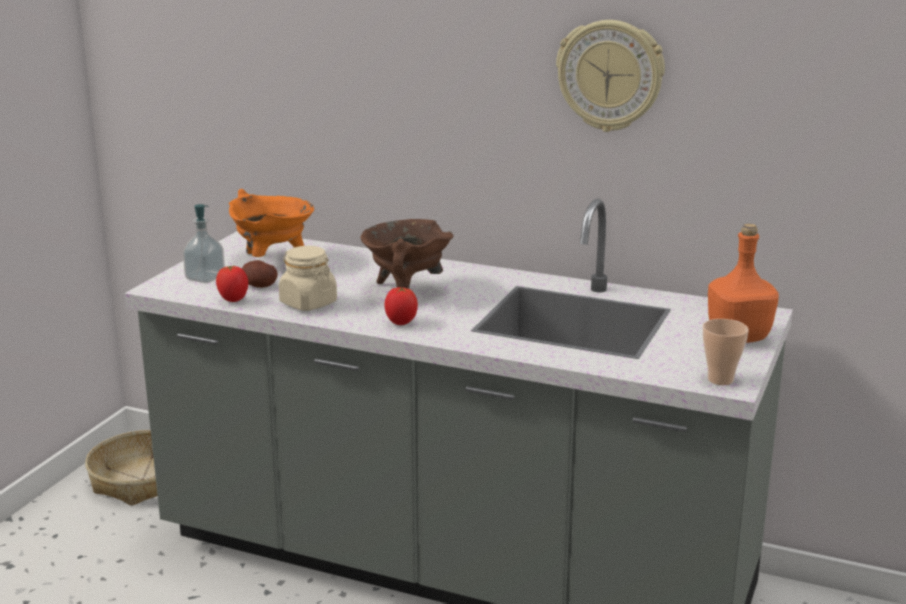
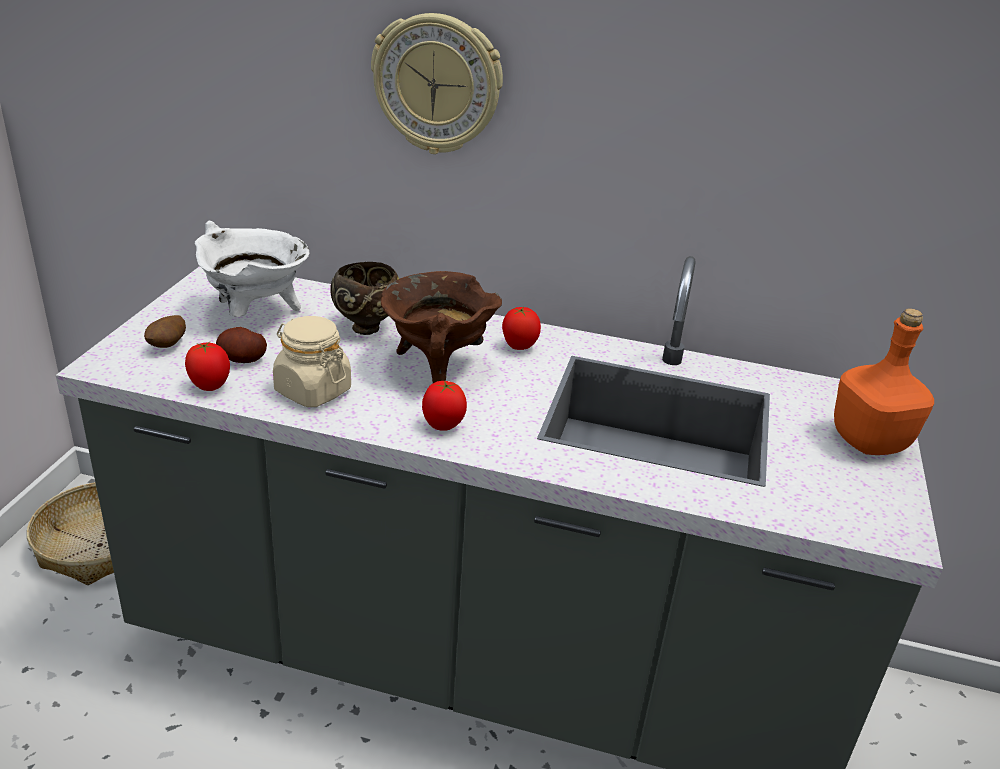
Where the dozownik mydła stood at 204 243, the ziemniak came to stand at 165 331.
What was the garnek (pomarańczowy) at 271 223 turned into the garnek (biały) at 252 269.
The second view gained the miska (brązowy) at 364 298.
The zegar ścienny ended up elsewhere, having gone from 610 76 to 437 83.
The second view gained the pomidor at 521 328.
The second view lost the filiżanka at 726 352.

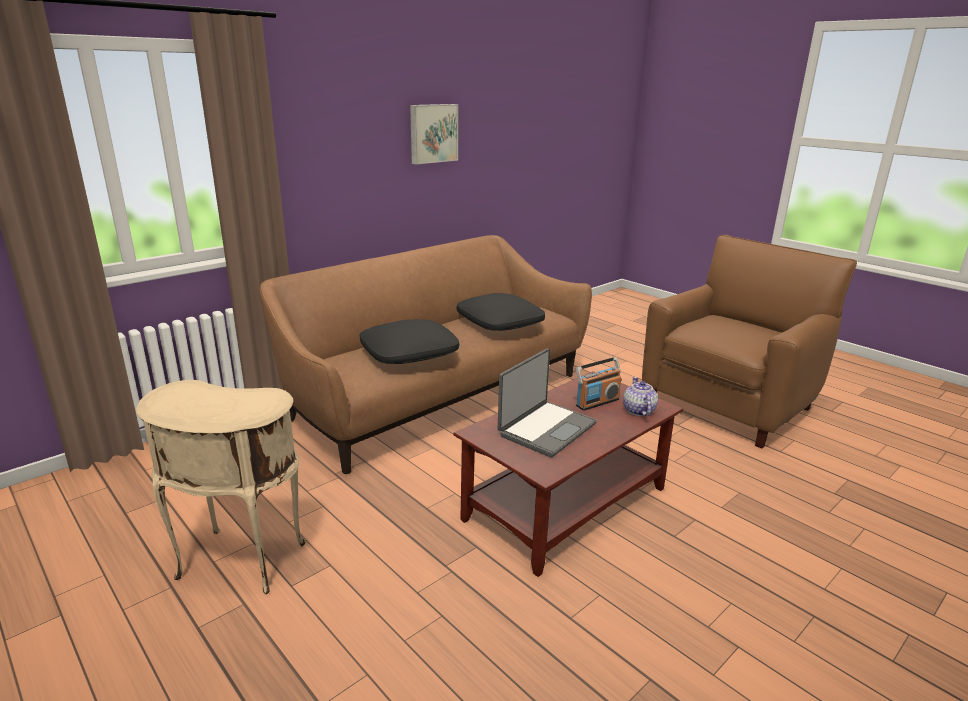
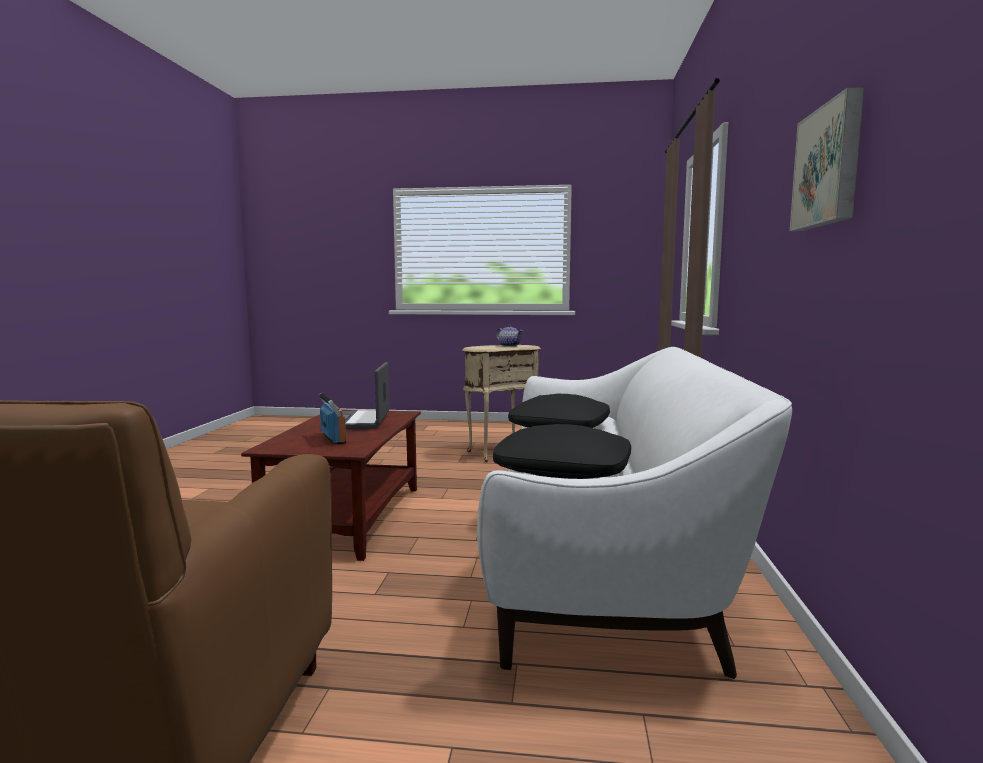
The radio at 598 384 ended up facing another way, 135 degrees clockwise from before.
What was the kanapa (brązowy) at 425 354 turned into the kanapa (biały) at 634 513.
The imbryk ended up elsewhere, having gone from 640 396 to 509 335.

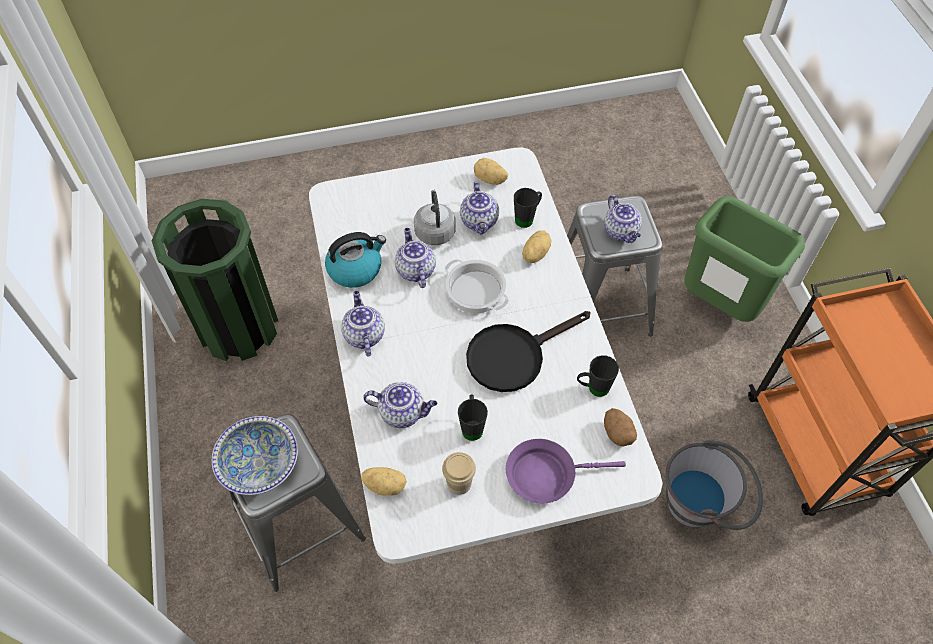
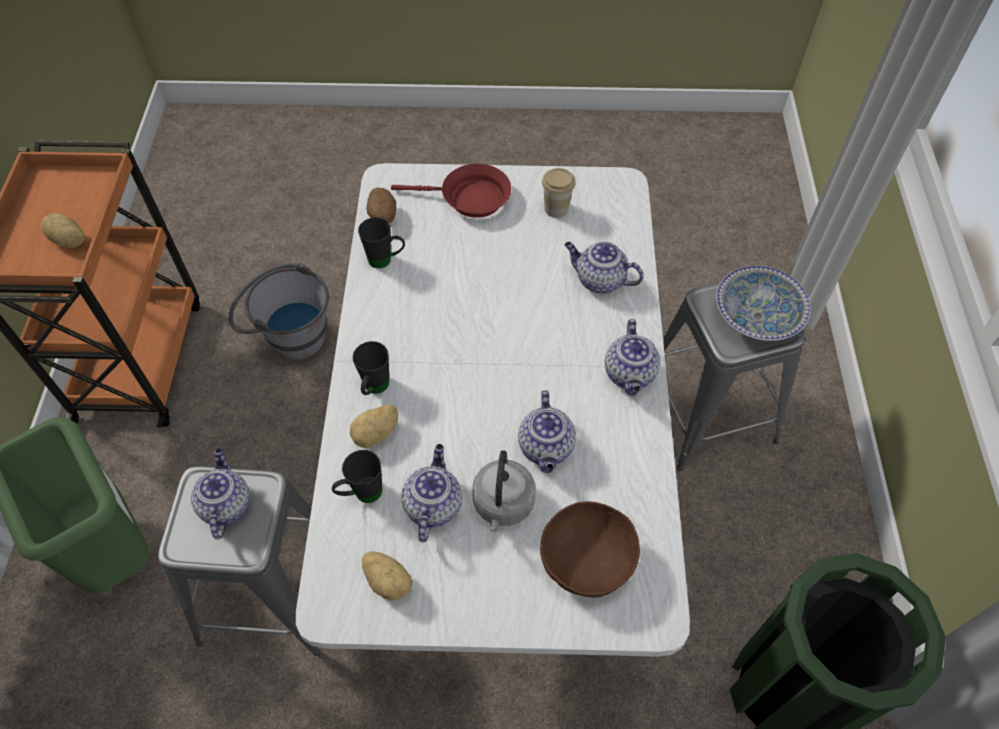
The ziemniak ended up elsewhere, having gone from 384 481 to 63 230.
The kubek (czarny) ended up elsewhere, having gone from 473 417 to 371 368.
What was the patelnia (fioletowy) at 566 471 turned into the patelnia (czerwony) at 451 191.
The second view gained the miska (brązowy) at 590 549.
The second view lost the czajnik at 355 260.
The second view lost the garnek at 477 286.
The second view lost the patelnia (czarny) at 528 351.

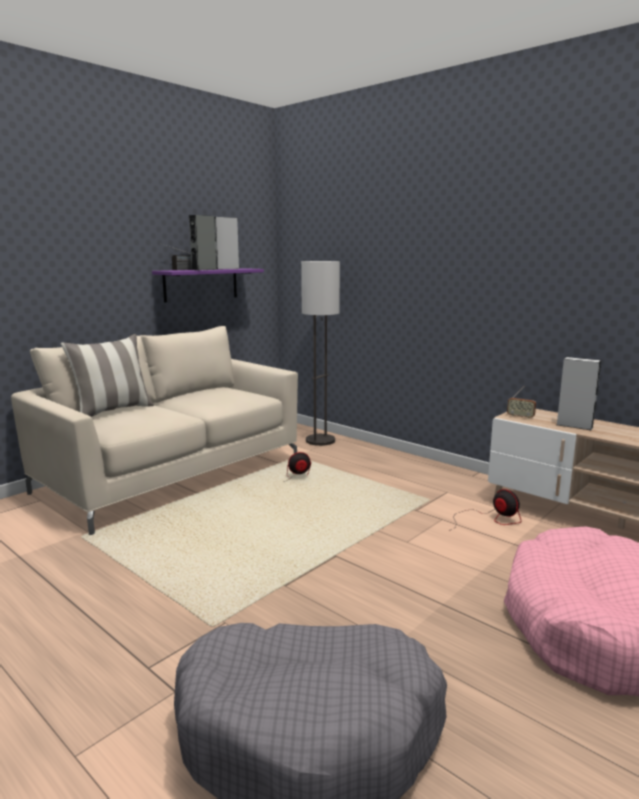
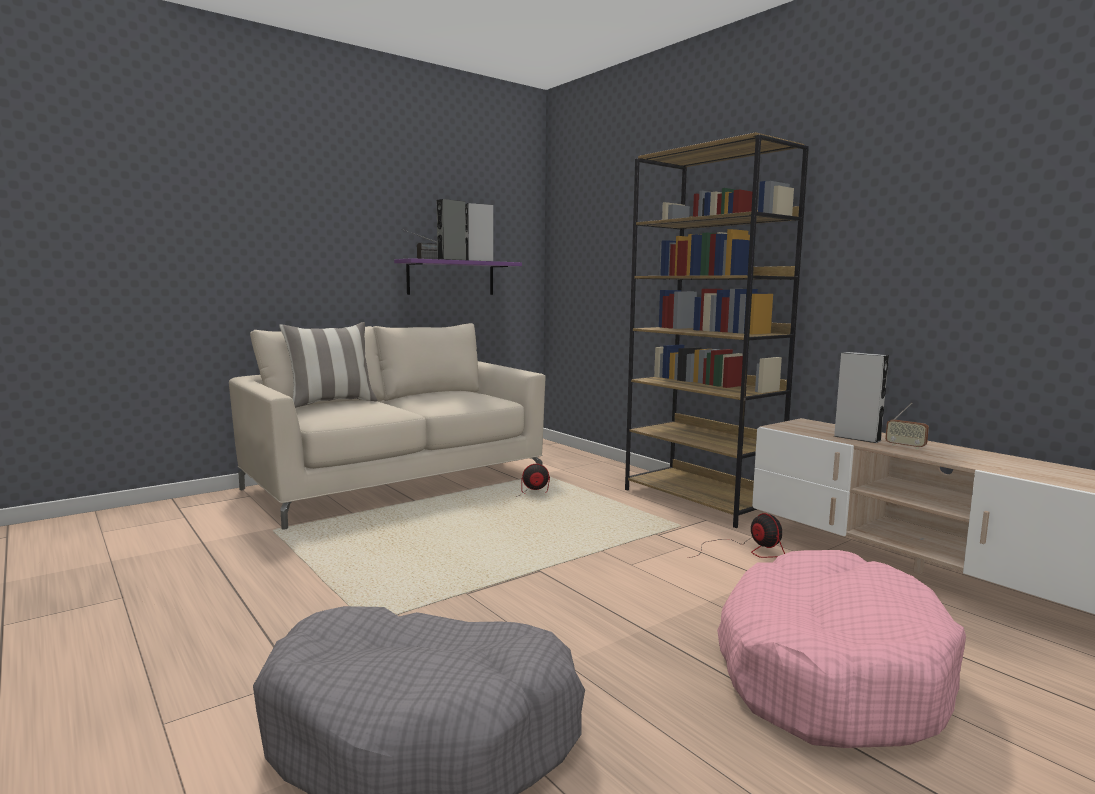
The second view gained the regał (brązowy) at 717 330.
The radio ended up elsewhere, having gone from 521 402 to 907 425.
The second view lost the lampa stojąca at 320 353.

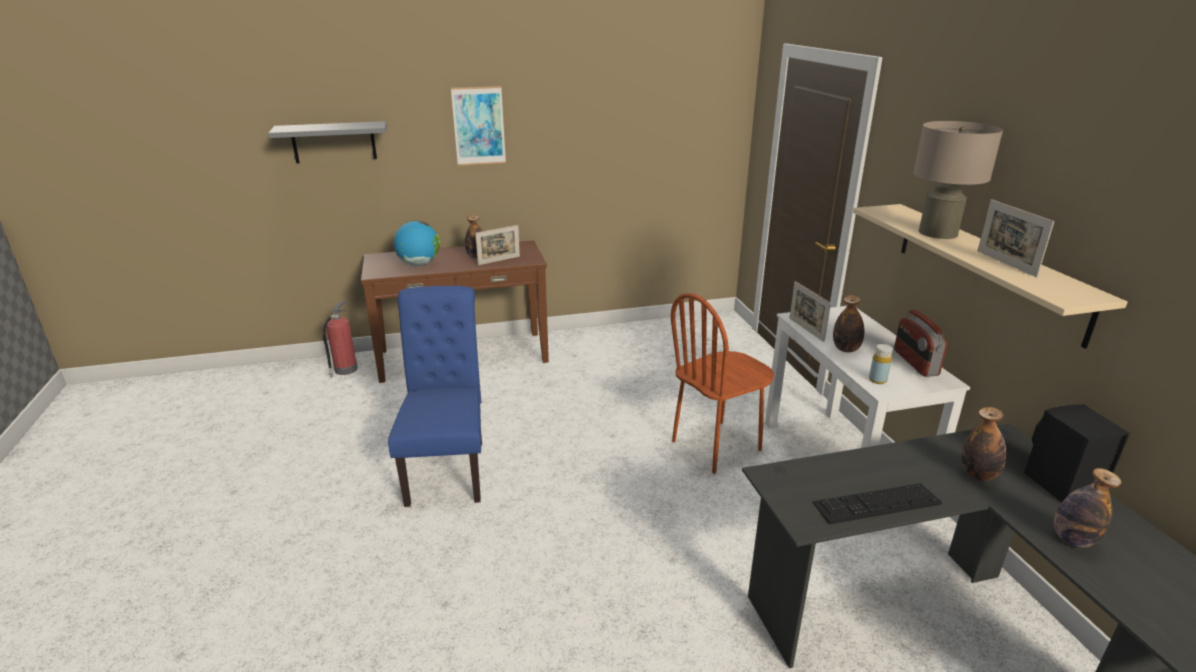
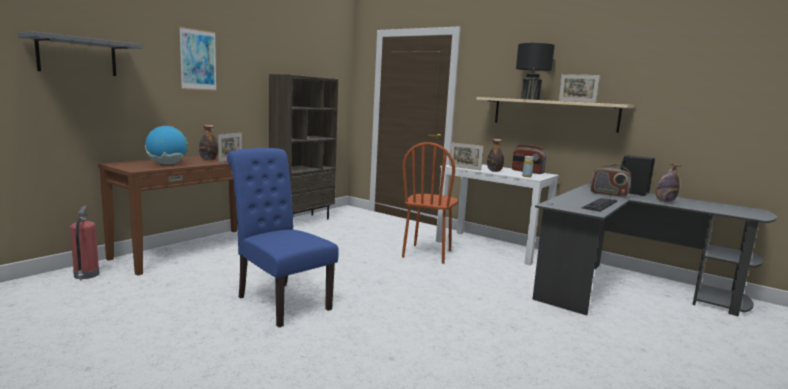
The second view gained the regał (brązowy) at 303 146.
What was the lampa stołowa (beżowy) at 958 180 turned into the lampa stołowa (czarny) at 535 71.
Where the butelka stood at 984 444, the radio came to stand at 610 180.

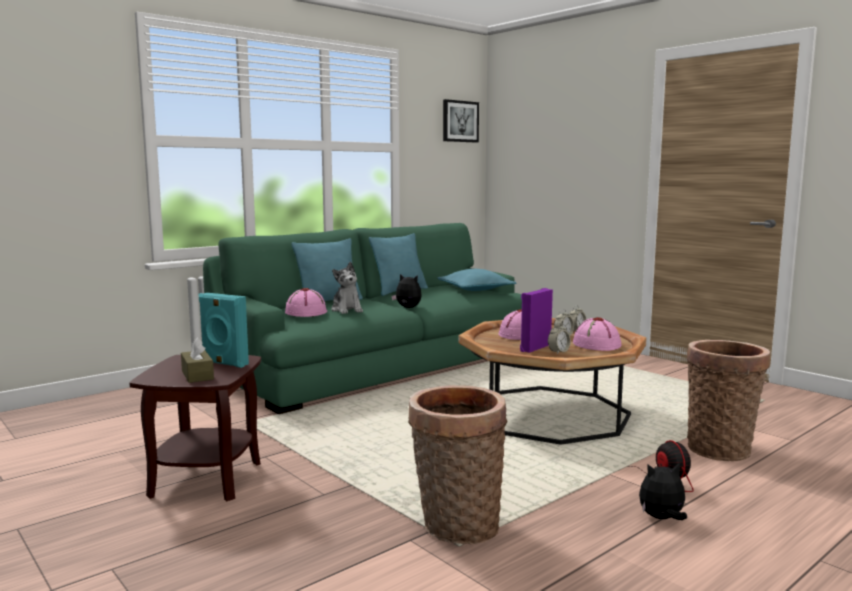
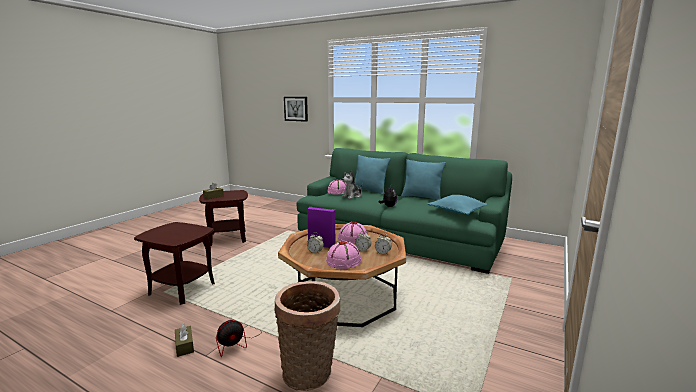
Where the koszyk stood at 457 464, the stolik (brązowy) came to stand at 174 263.
Where the pluszak stood at 663 491, the pudełko chusteczek (brązowy) came to stand at 184 340.
The obraz ended up elsewhere, having gone from 461 120 to 296 109.
The second view lost the głośnik (turkusowy) at 224 330.

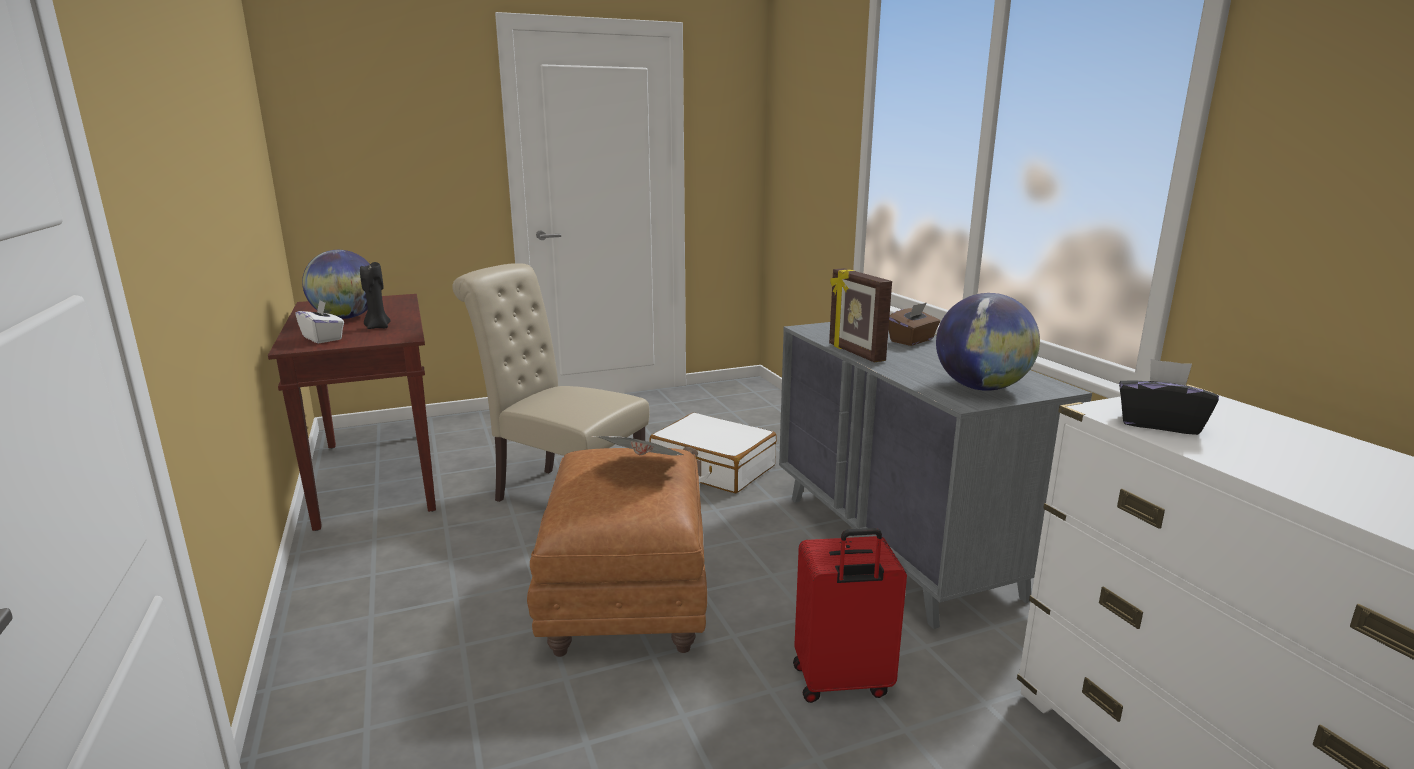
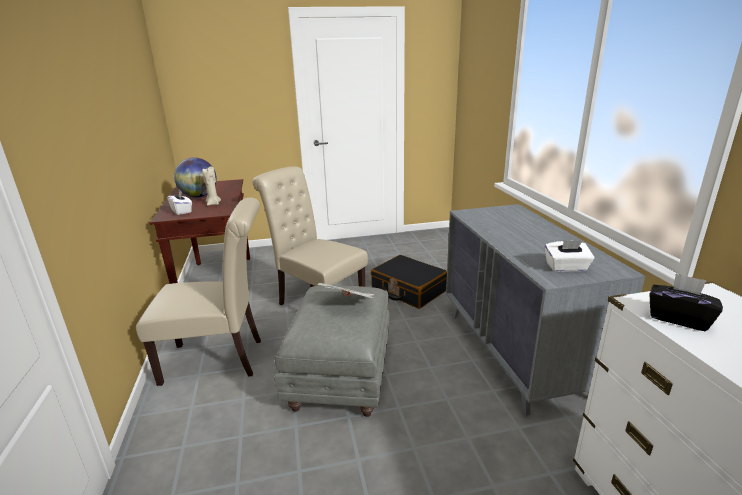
The second view gained the krzesło (beżowy) at 198 292.
What was the świeca (czarny) at 375 295 turned into the świeca (beżowy) at 211 186.
What was the pufa (brązowy) at 617 552 turned into the pufa (szary) at 332 351.
What was the walizka (biały) at 713 453 turned into the walizka (czarny) at 409 282.
Where the globus stood at 988 342, the pudełko chusteczek (biały) came to stand at 569 256.
The second view lost the walizka (czerwony) at 850 615.
The second view lost the ramka na zdjęcie at 860 315.
The second view lost the pudełko chusteczek (brązowy) at 914 324.

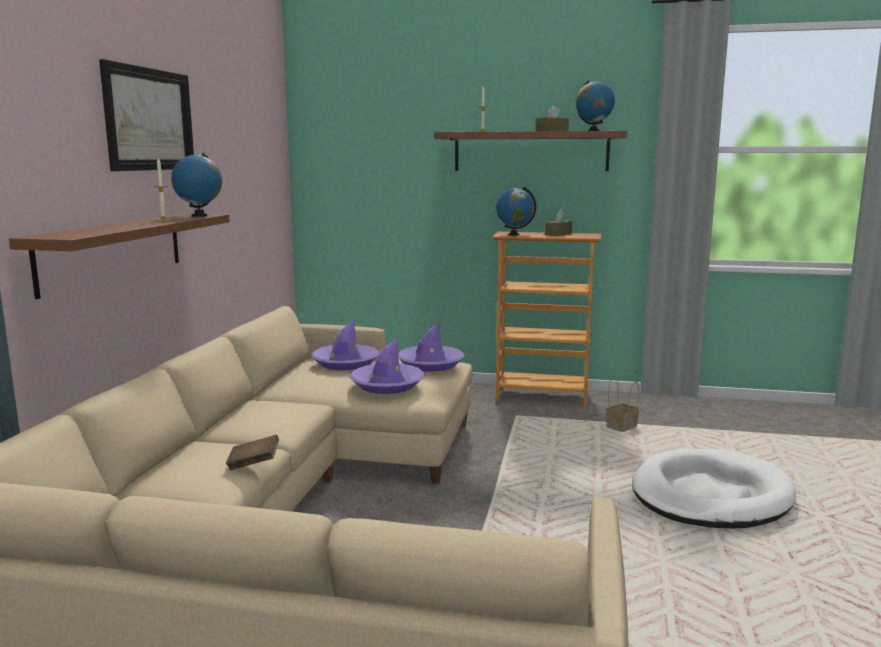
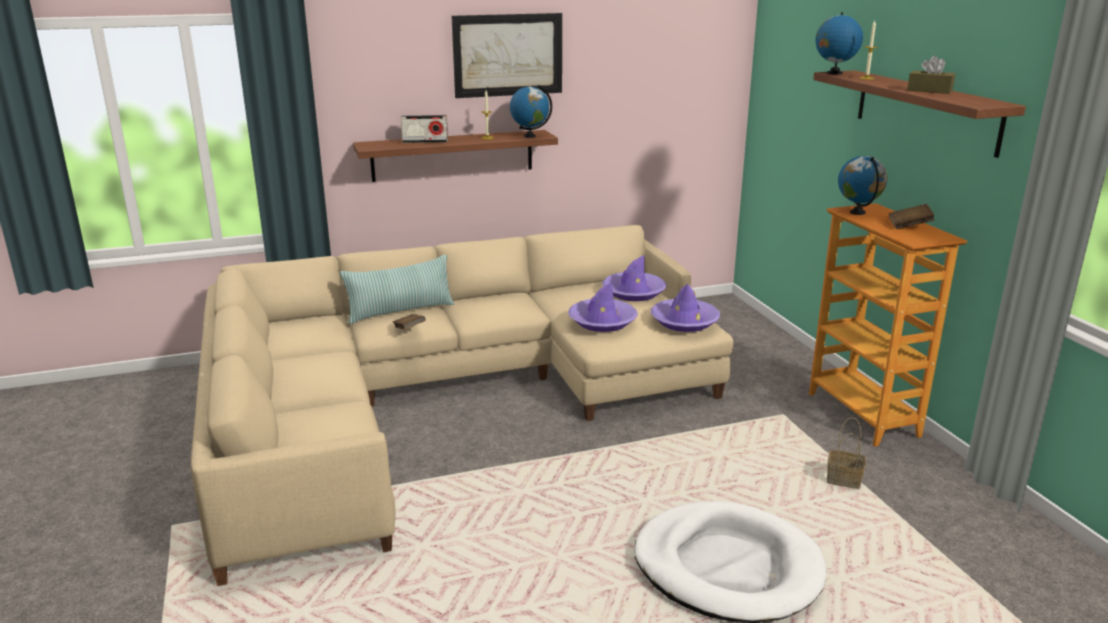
The second view gained the poduszka at 397 289.
The second view gained the radio at 424 129.
The globus ended up elsewhere, having gone from 595 105 to 839 43.
Where the pudełko chusteczek (brązowy) stood at 558 222, the książka (brązowy) came to stand at 912 216.

